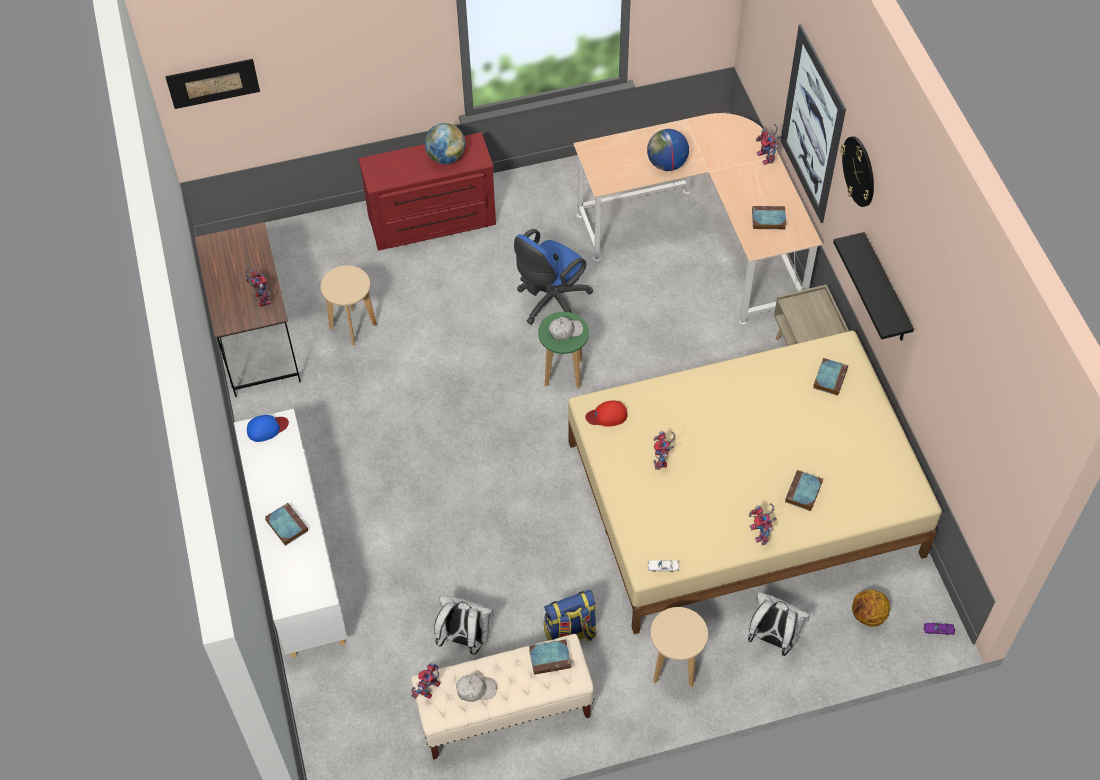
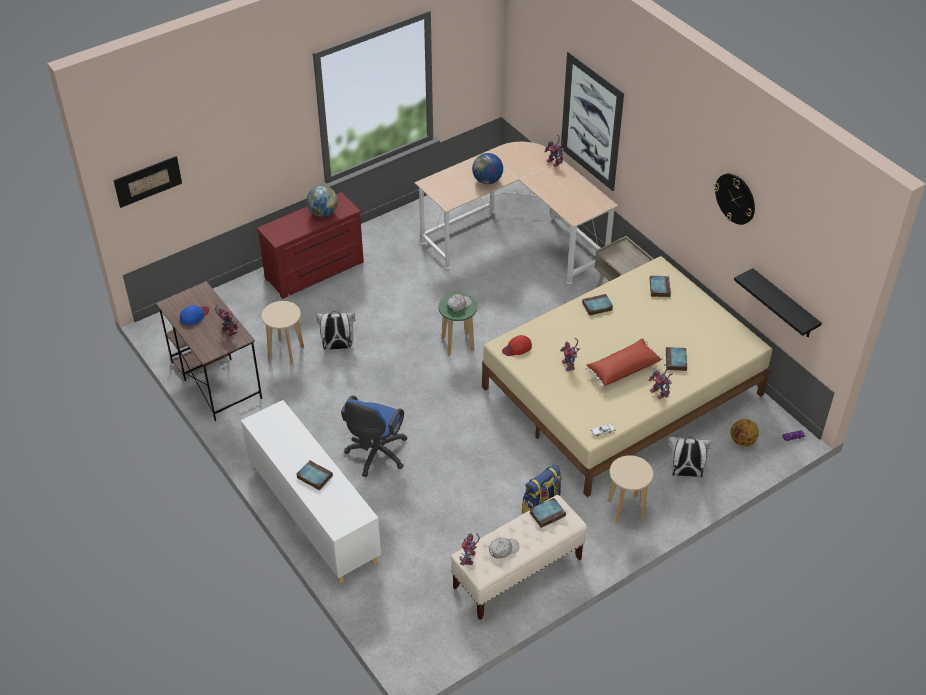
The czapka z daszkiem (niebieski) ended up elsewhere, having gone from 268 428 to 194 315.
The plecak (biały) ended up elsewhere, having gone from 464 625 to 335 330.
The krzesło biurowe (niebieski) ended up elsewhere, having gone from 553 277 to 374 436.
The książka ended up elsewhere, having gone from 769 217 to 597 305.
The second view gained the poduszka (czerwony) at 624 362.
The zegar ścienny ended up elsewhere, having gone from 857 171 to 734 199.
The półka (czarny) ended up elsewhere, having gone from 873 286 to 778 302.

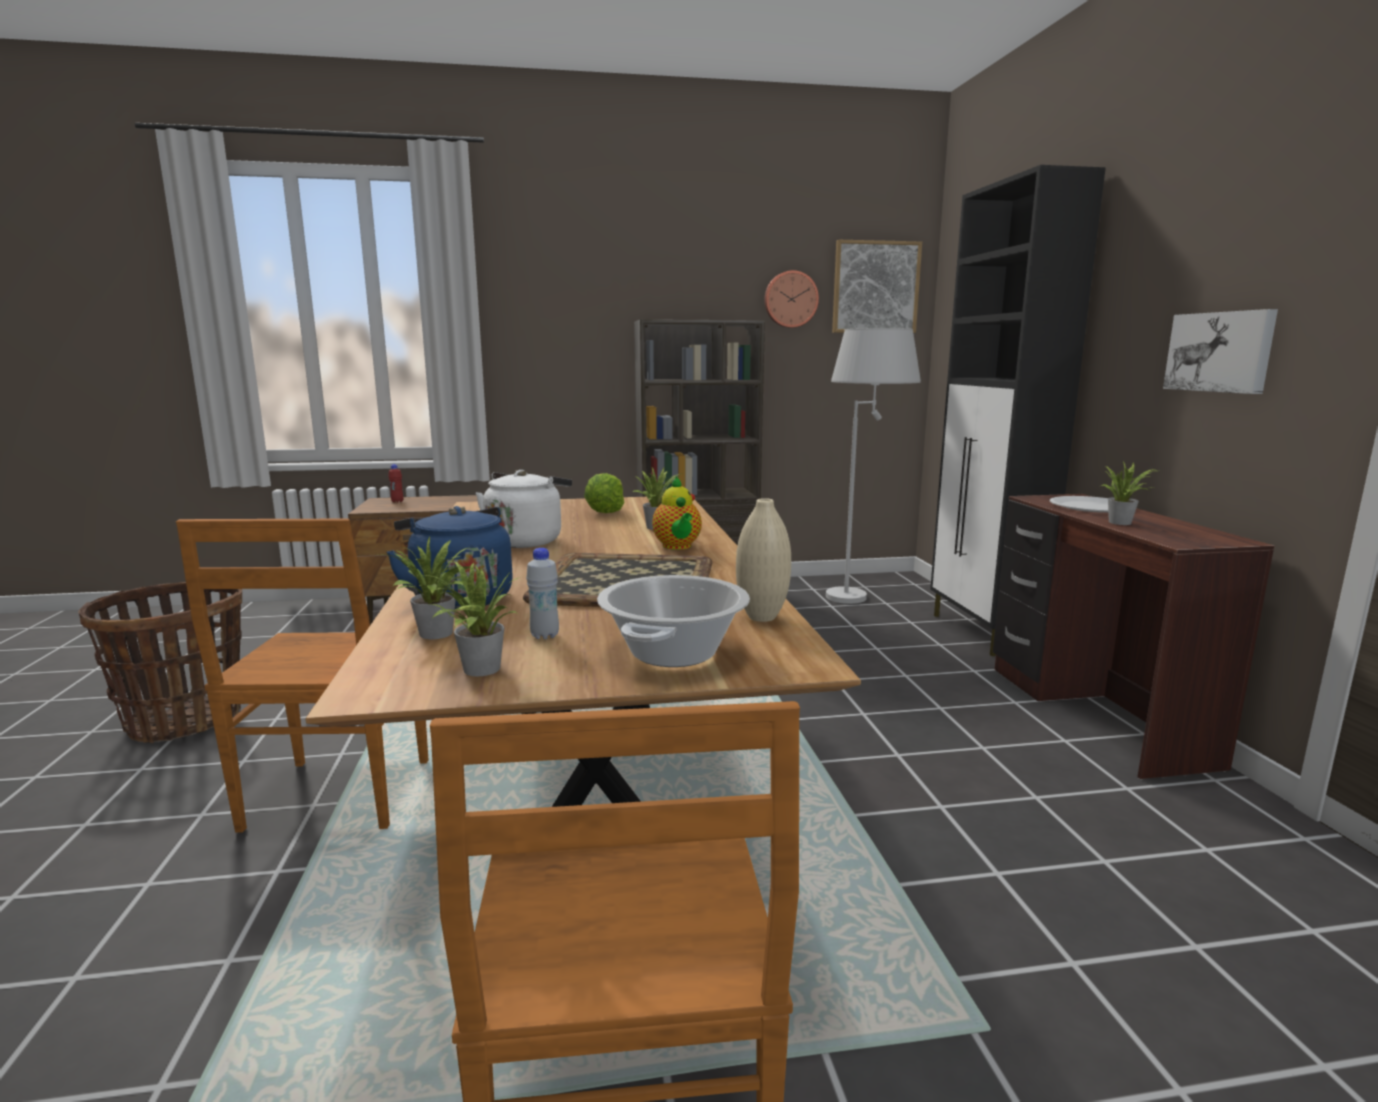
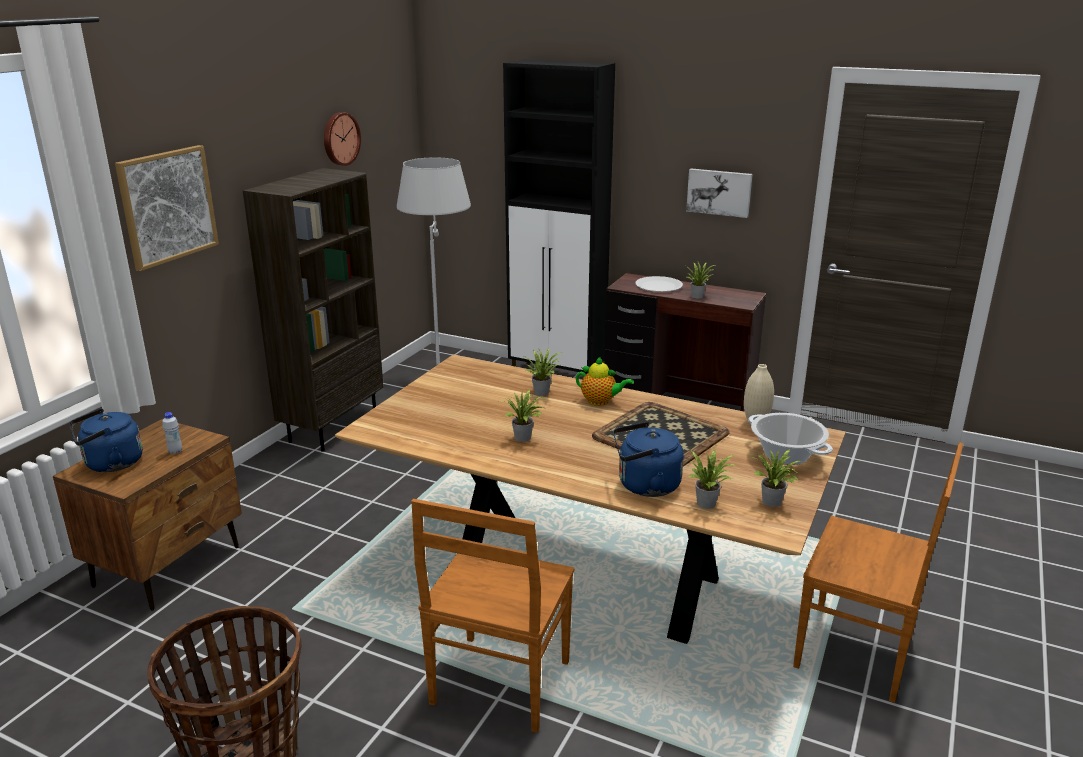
Where the butelka (czerwony) stood at 396 483, the czajnik (niebieski) came to stand at 106 440.
The obraz ended up elsewhere, having gone from 877 286 to 167 208.
The butelka (biały) ended up elsewhere, having gone from 542 594 to 172 433.
The krzesło (brązowy) at 302 676 ended up facing another way, 75 degrees clockwise from before.
Where the czajnik (biały) stood at 524 509, the roślina doniczkowa came to stand at 522 415.
The second view lost the sałata at 604 493.

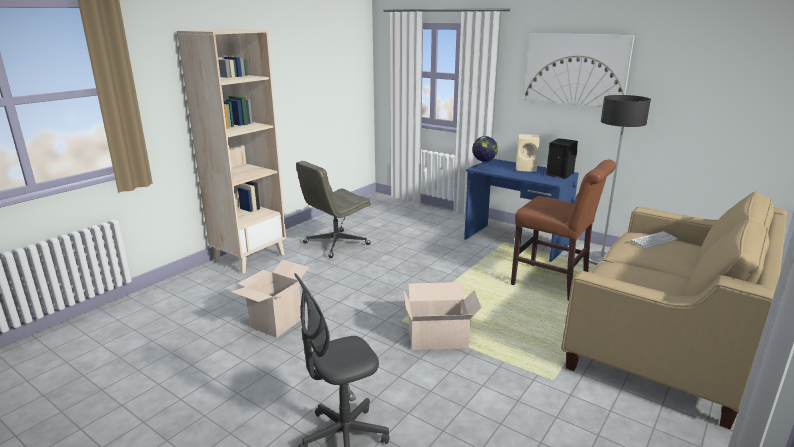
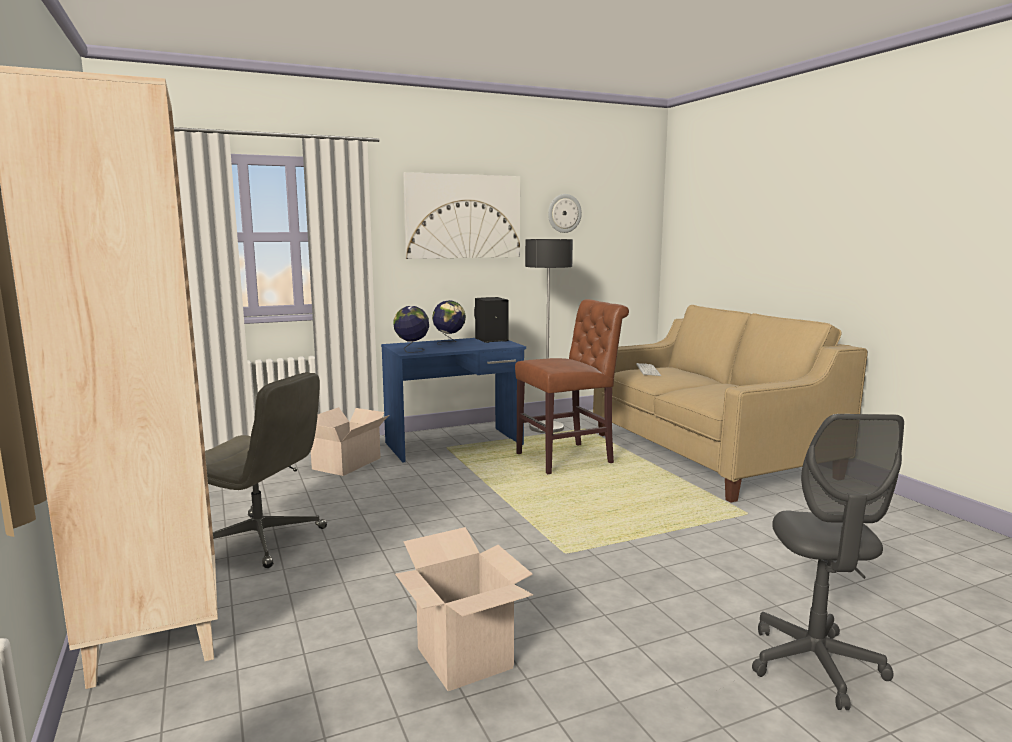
The krzesło biurowe (szary) at 333 209 ended up facing another way, 60 degrees counterclockwise from before.
The karton ended up elsewhere, having gone from 442 316 to 350 441.
Where the głośnik (beżowy) stood at 528 153, the globus came to stand at 449 322.
The second view gained the zegar ścienny at 565 213.

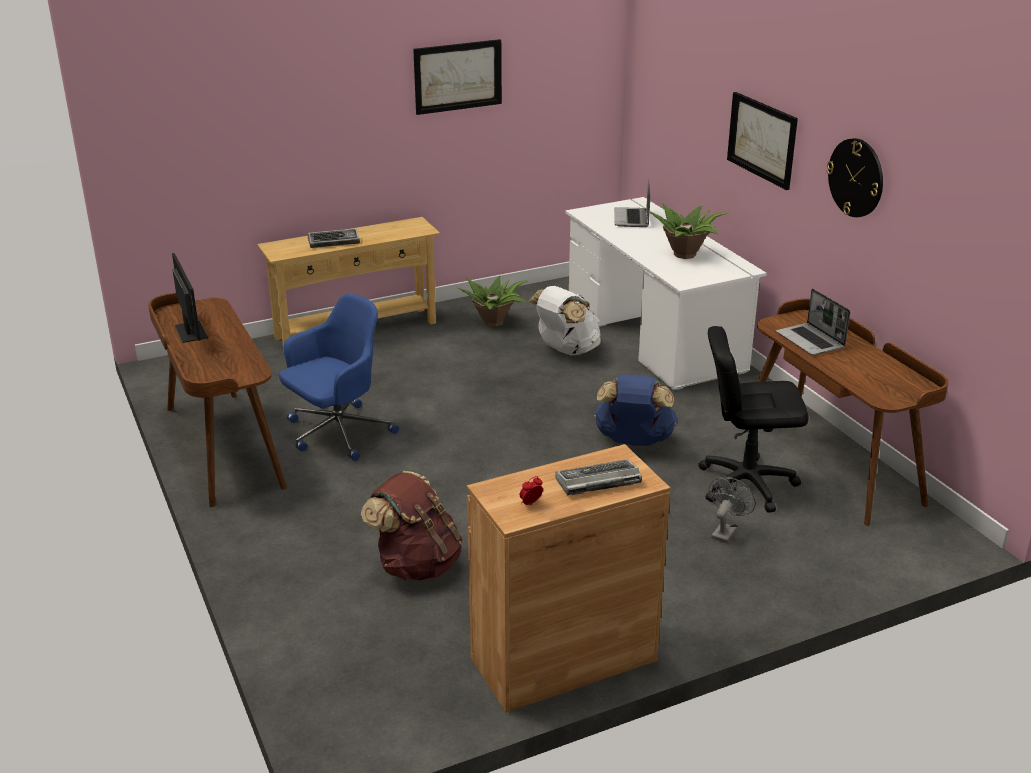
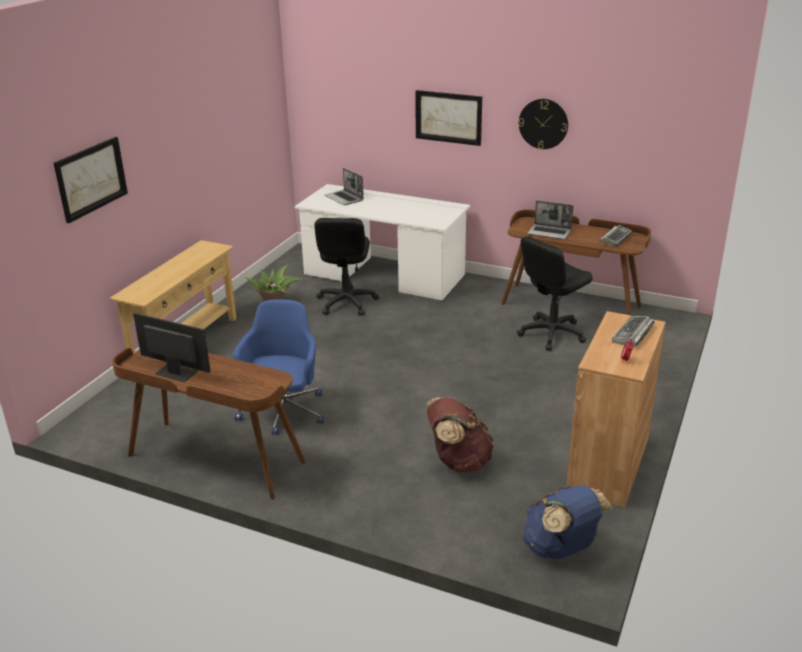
The obraz ended up elsewhere, having gone from 457 77 to 91 180.
Where the plecak (biały) stood at 564 320, the krzesło biurowe (czarny) came to stand at 346 266.
The plecak (niebieski) ended up elsewhere, having gone from 635 410 to 568 522.
The klawiatura ended up elsewhere, having gone from 333 238 to 615 236.
The second view lost the roślina doniczkowa at 688 231.
The second view lost the wentylator (szary) at 732 510.

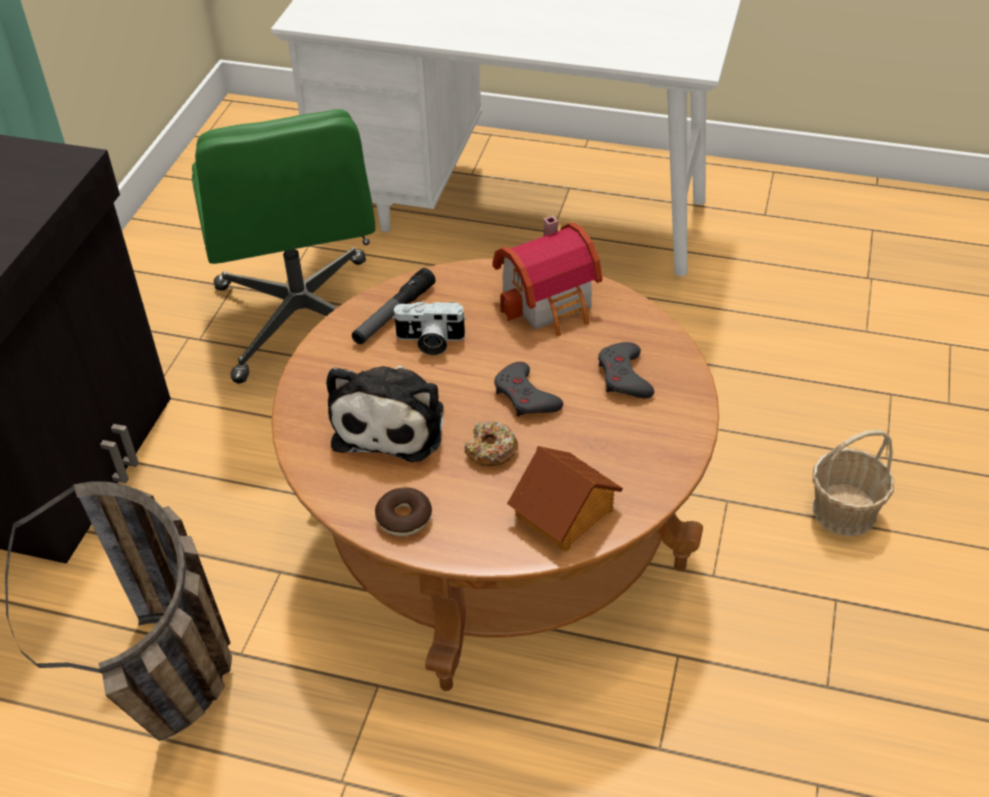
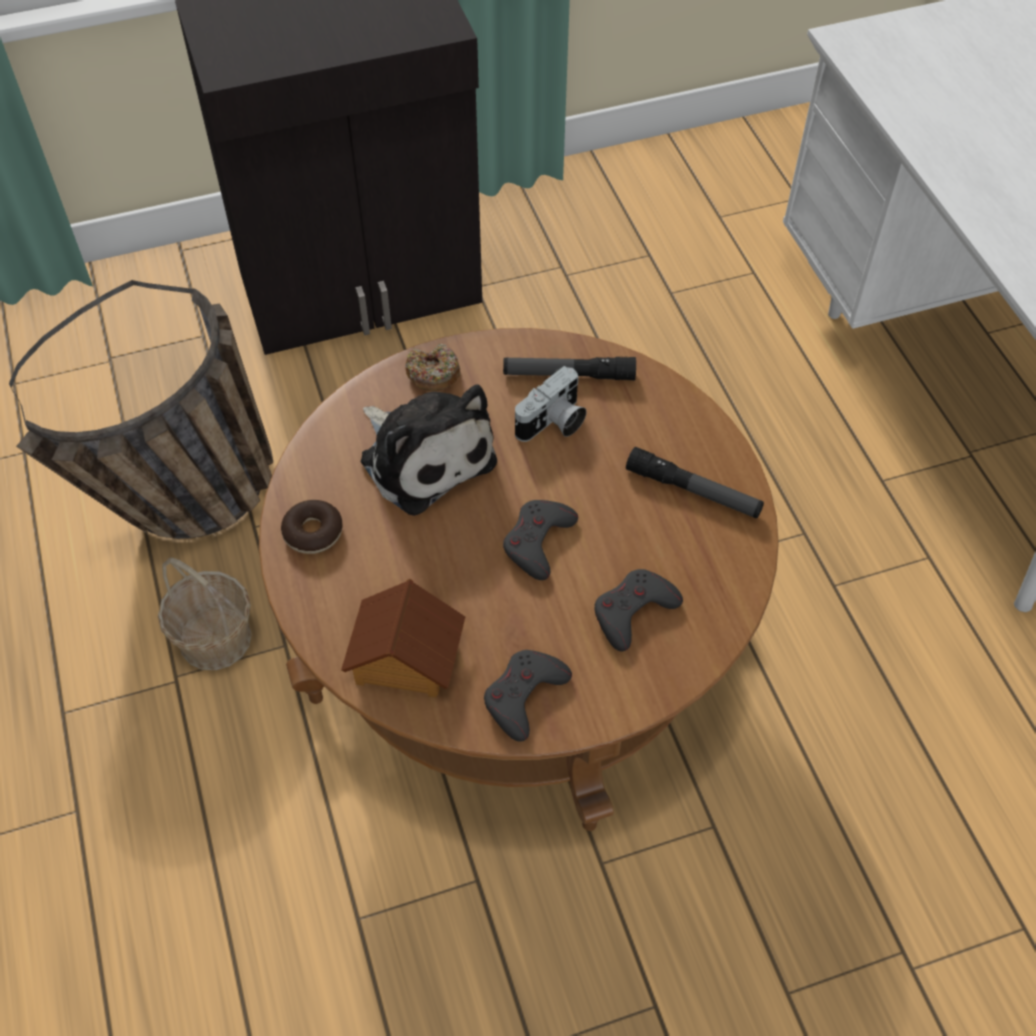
The koszyk ended up elsewhere, having gone from 853 483 to 205 613.
The pluszak at 385 413 ended up facing another way, 105 degrees counterclockwise from before.
The donut ended up elsewhere, having gone from 491 443 to 433 367.
The second view gained the pad do gier (szary) at 528 696.
The aparat fotograficzny at 429 328 ended up facing another way, 105 degrees counterclockwise from before.
Where the domek stood at 547 275, the latarka came to stand at 695 482.
The second view lost the krzesło biurowe (zielony) at 284 246.

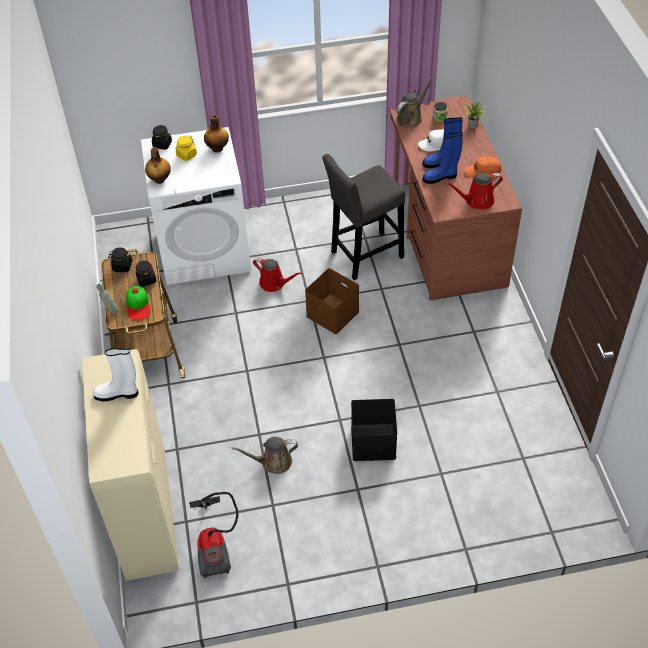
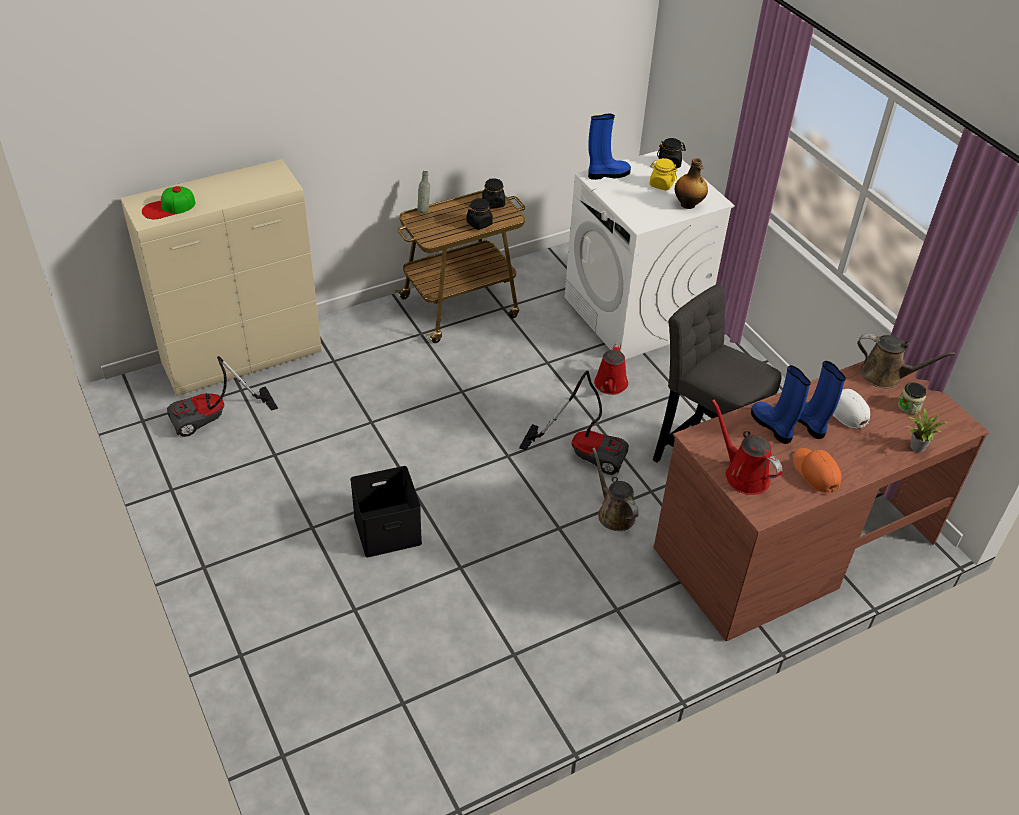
The czapka z daszkiem ended up elsewhere, having gone from 138 303 to 169 202.
Where the pojemnik do przechowywania (brązowy) stood at 332 301, the odkurzacz came to stand at 574 423.
Where the butelka stood at 158 165, the but z cholewką (niebieski) came to stand at 609 147.
The konewka (brązowy) ended up elsewhere, having gone from 265 455 to 615 489.
The second view lost the but z cholewką (biały) at 115 374.

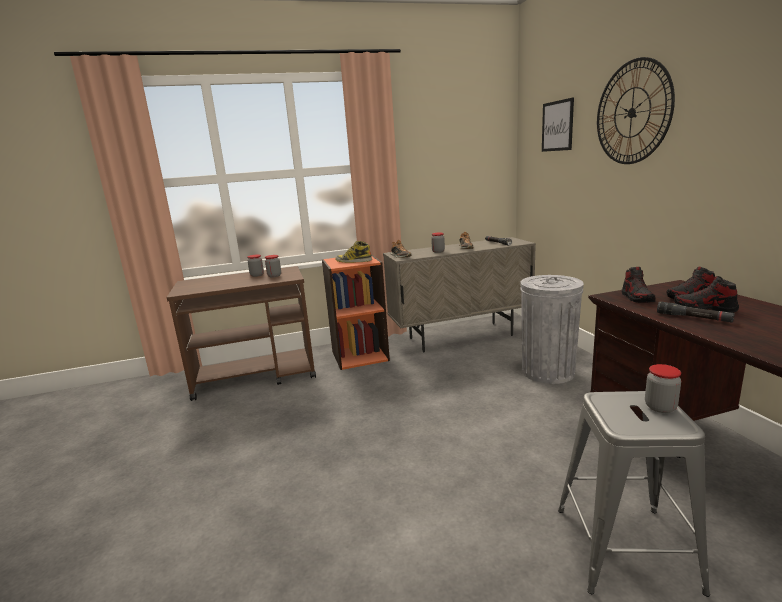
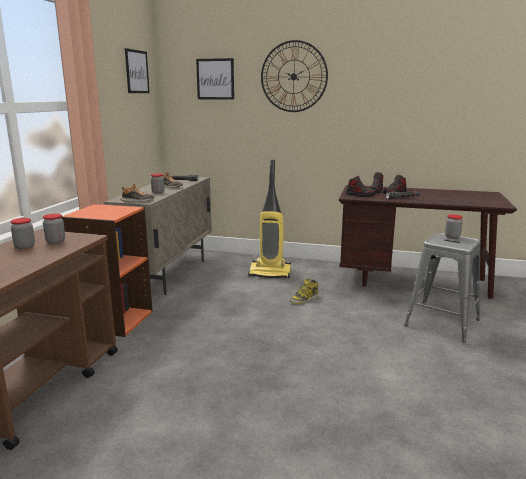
The second view gained the obraz at 137 70.
Where the kosz na śmieci (szary) stood at 552 329, the odkurzacz came to stand at 269 219.
The but z cholewką ended up elsewhere, having gone from 353 252 to 304 291.

